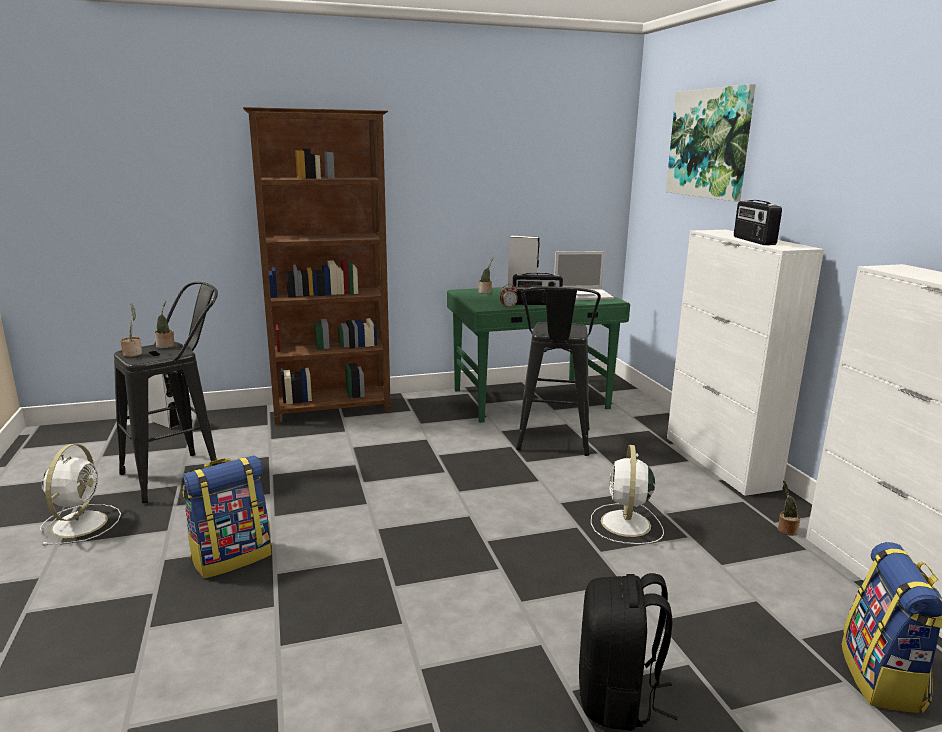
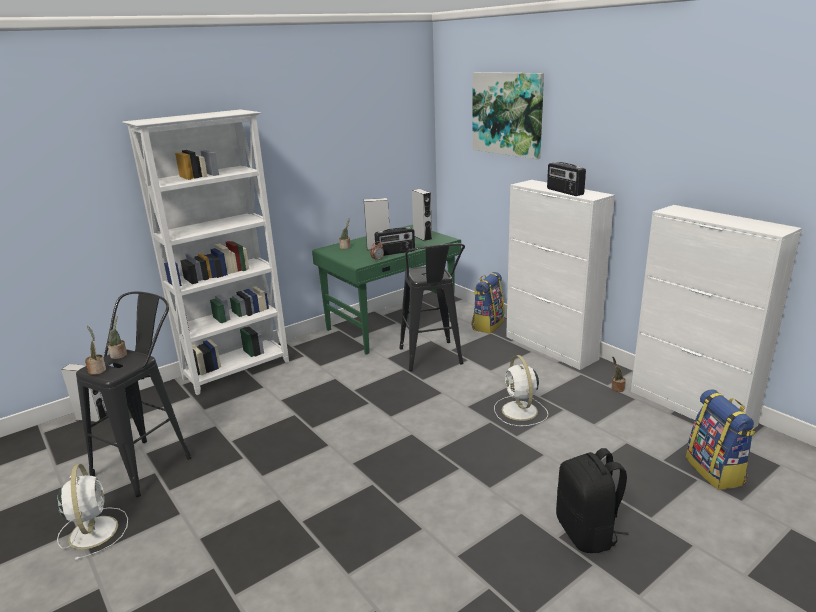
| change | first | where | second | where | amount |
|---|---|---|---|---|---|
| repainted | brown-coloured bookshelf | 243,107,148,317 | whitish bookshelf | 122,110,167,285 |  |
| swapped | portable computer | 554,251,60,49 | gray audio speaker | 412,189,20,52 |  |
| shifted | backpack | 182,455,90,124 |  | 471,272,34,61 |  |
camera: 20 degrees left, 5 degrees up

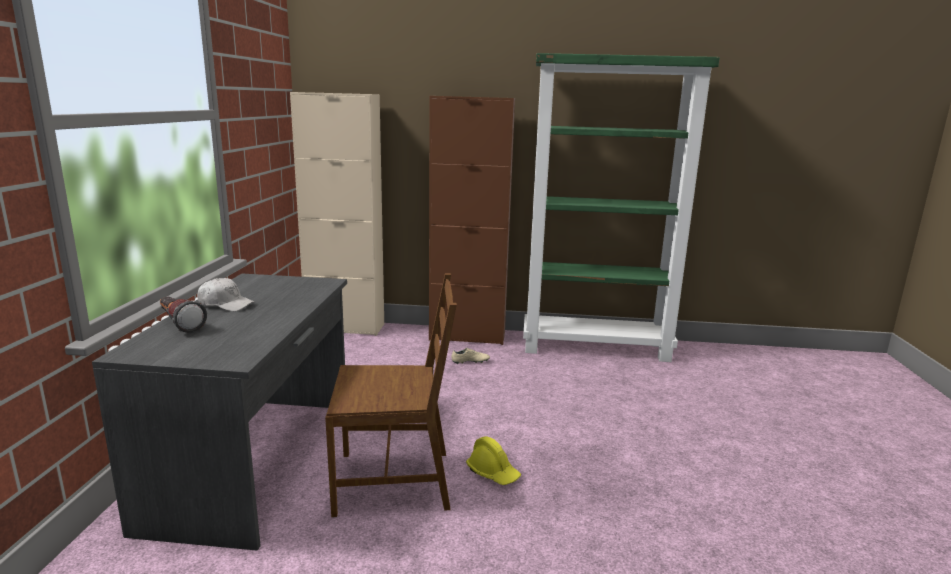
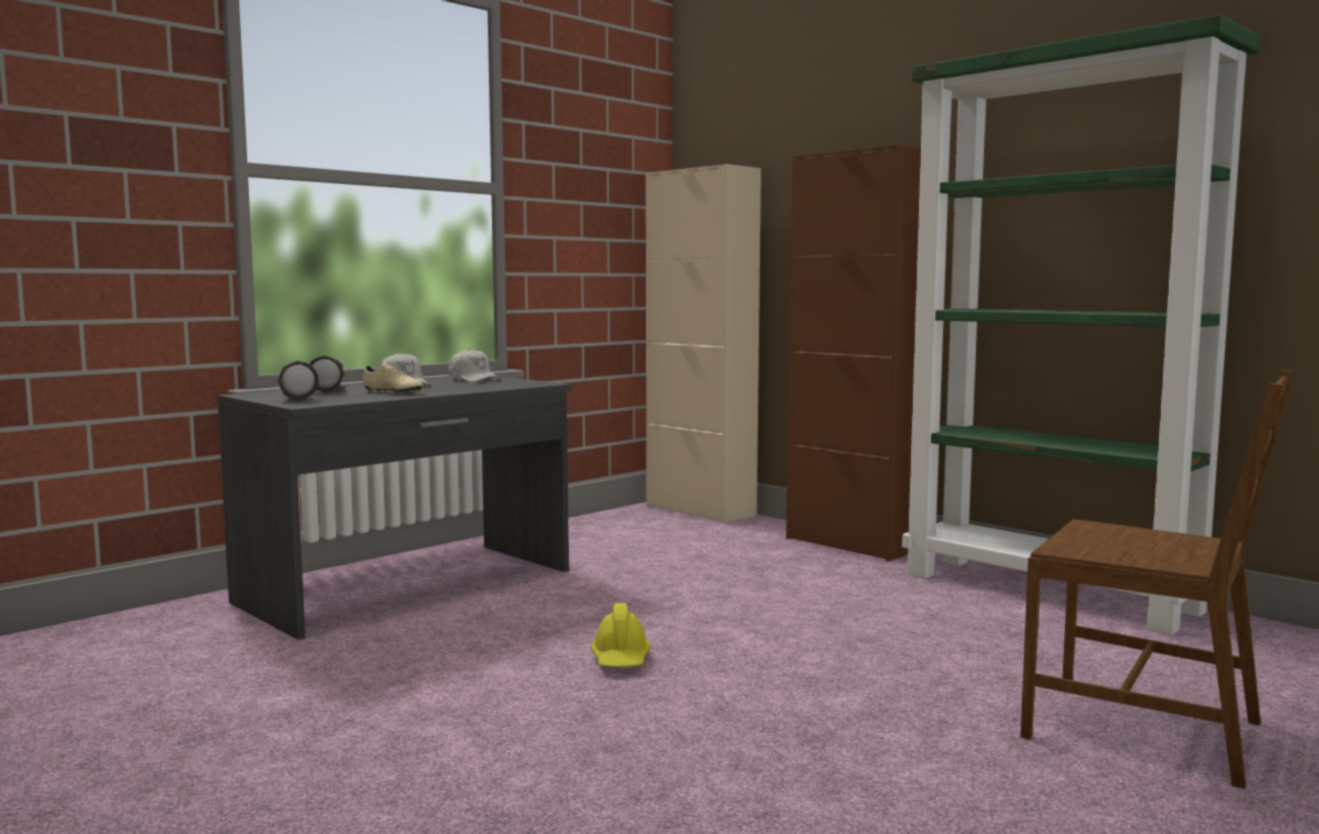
| change | first | where | second | where | amount |
|---|---|---|---|---|---|
| shifted | brown-coloured chair | 325,273,132,244 |  | 1020,370,274,419 |  |
| shifted | sand-coloured shoe | 452,348,38,16 |  | 363,363,60,31 |  |
| new |  |  | whitish peaked cap | 448,349,53,33 |  |
| new |  |  | torch | 277,360,42,40 |  |
camera: 40 degrees right, 10 degrees down

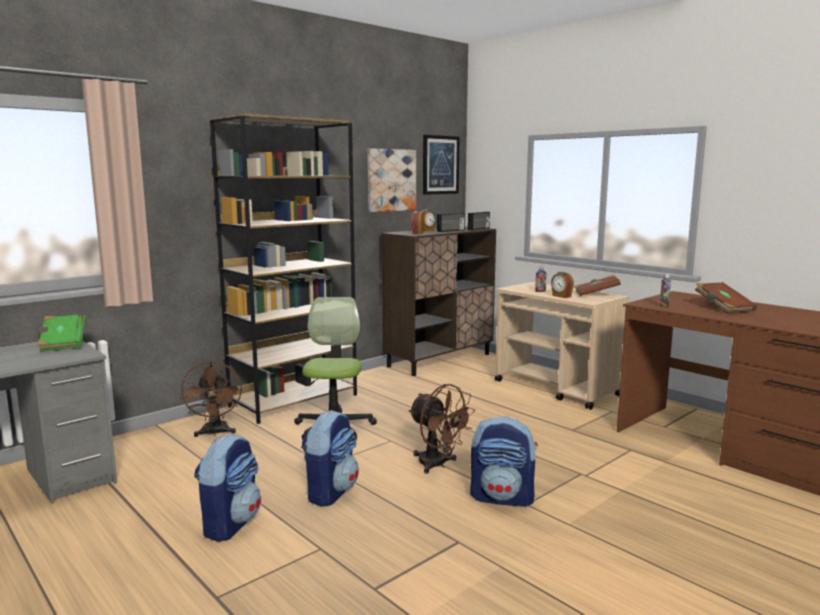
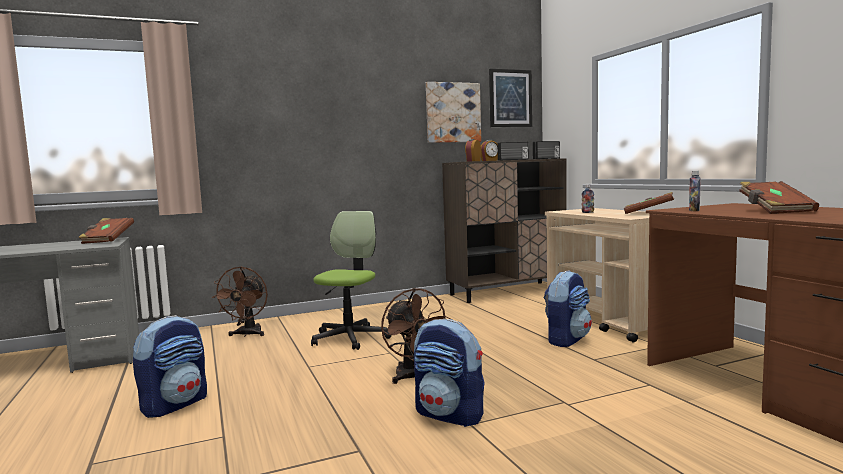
| change | first | where | second | where | amount |
|---|---|---|---|---|---|
| gone | brown-coloured bookshelf | 210,114,147,310 |  |  |  |
| gone | table clock | 551,272,23,26 |  |  |  |
| repainted | green volume | 37,314,48,38 | brown-coloured volume | 78,218,56,26 |  |
| shifted | backpack | 301,410,58,97 |  | 544,270,48,77 |  |
camera: 20 degrees right, 5 degrees down

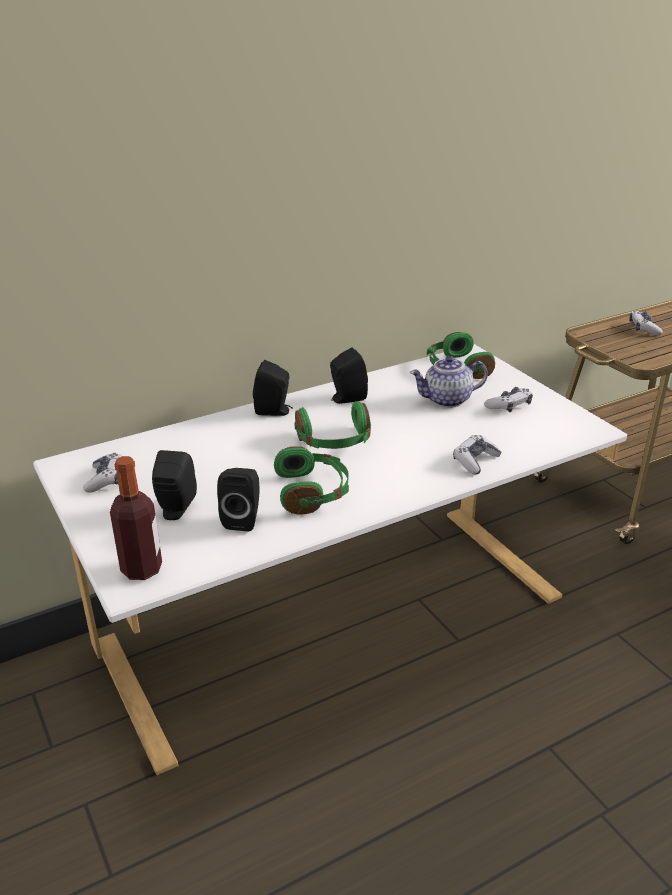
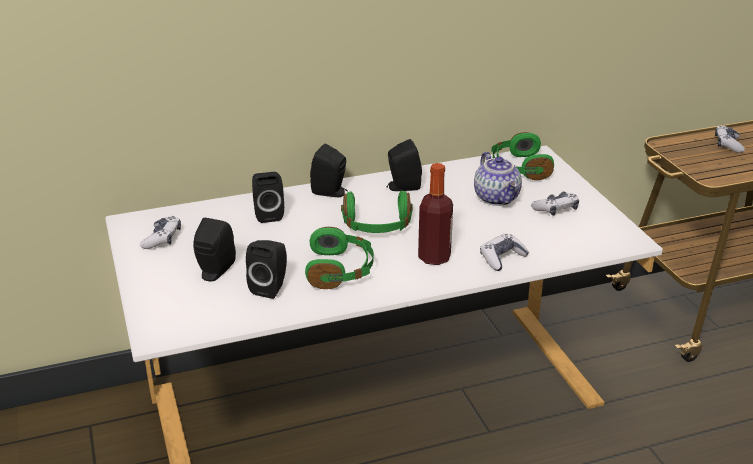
| change | first | where | second | where | amount |
|---|---|---|---|---|---|
| rotated | teapot | 410,356,78,52 |  | 474,152,48,54 | 105 degrees counterclockwise |
| shifted | drink bottle | 110,456,52,124 |  | 418,163,35,102 |  |
| new |  |  | black-coloured audio speaker | 252,172,32,51 |  |
camera: 10 degrees right, 0 degrees up

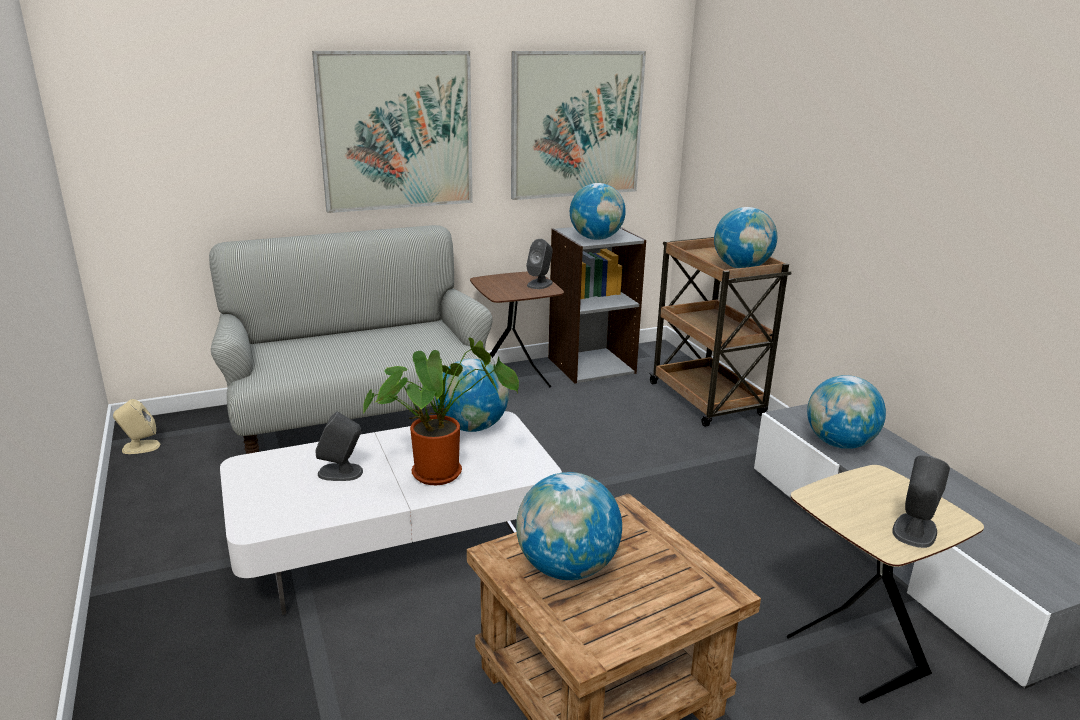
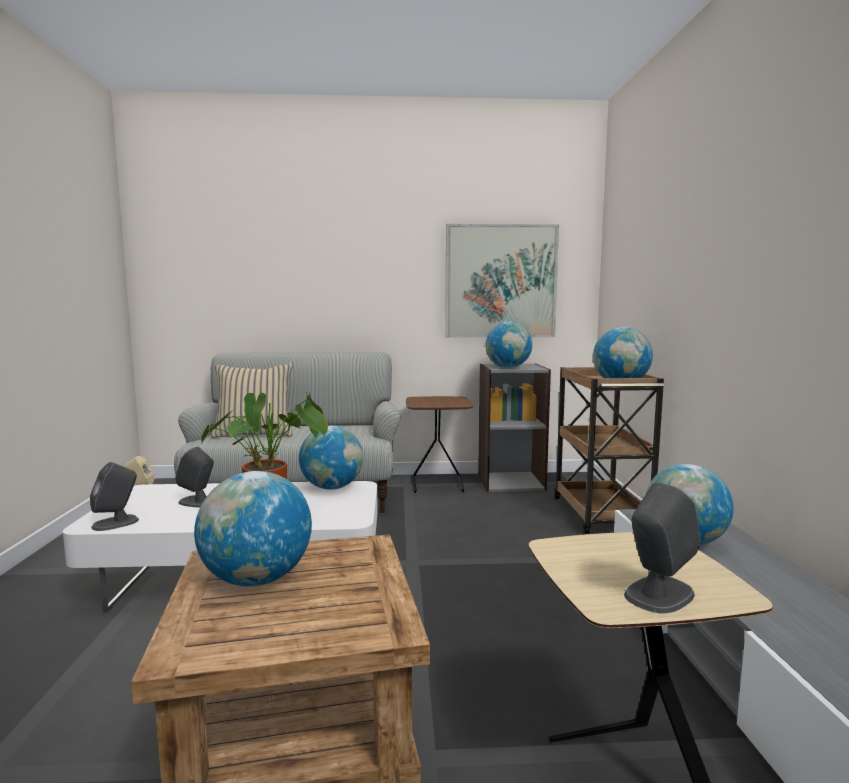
| change | first | where | second | where | amount |
|---|---|---|---|---|---|
| gone | picture | 312,51,161,162 |  |  |  |
| shifted | gray audio speaker | 526,239,27,50 |  | 90,462,49,69 |  |
| new |  |  | sand-coloured throw pillow | 211,363,82,75 |  |
camera: 20 degrees right, 15 degrees down

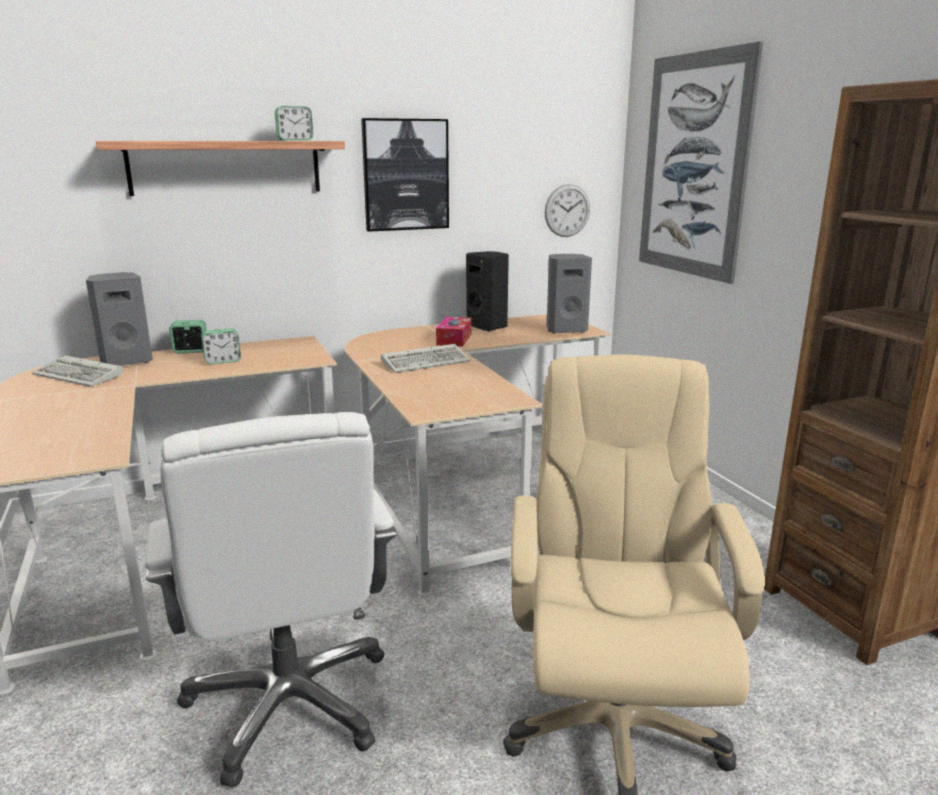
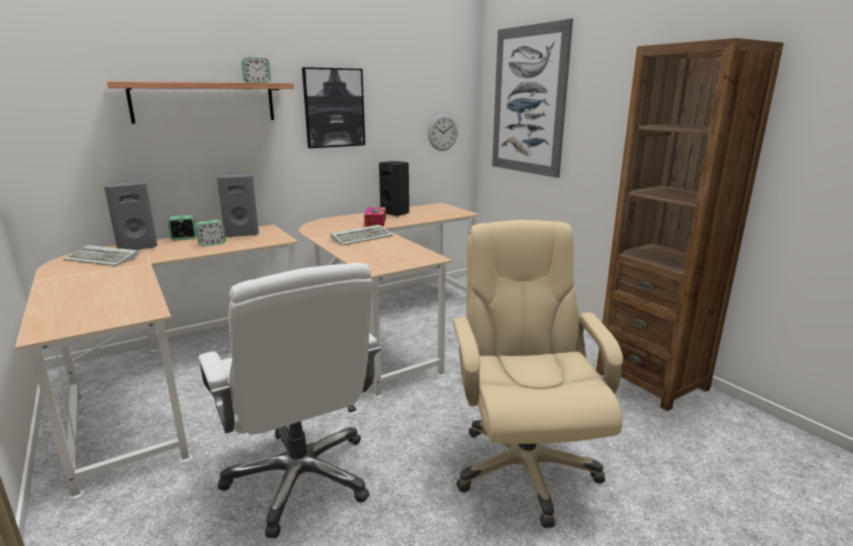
| change | first | where | second | where | amount |
|---|---|---|---|---|---|
| shifted | gray audio speaker | 547,254,45,80 |  | 217,173,42,64 |  |
camera: 10 degrees left, 0 degrees up

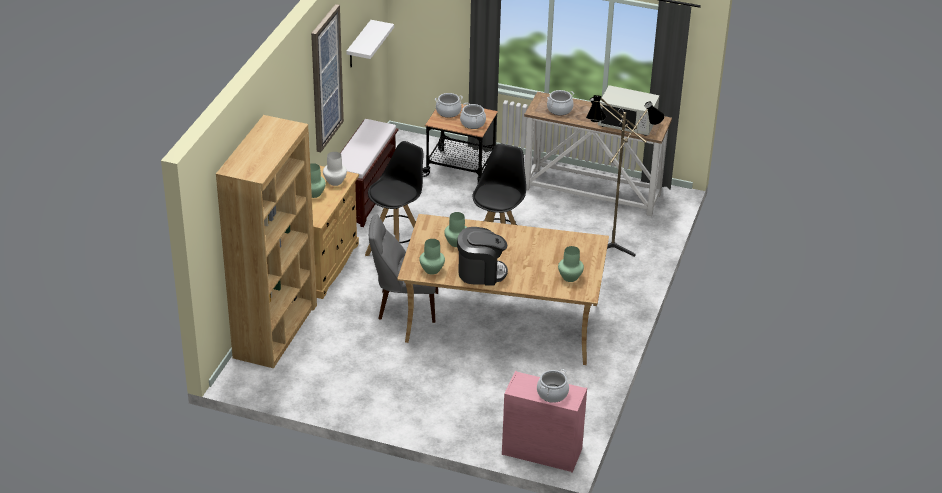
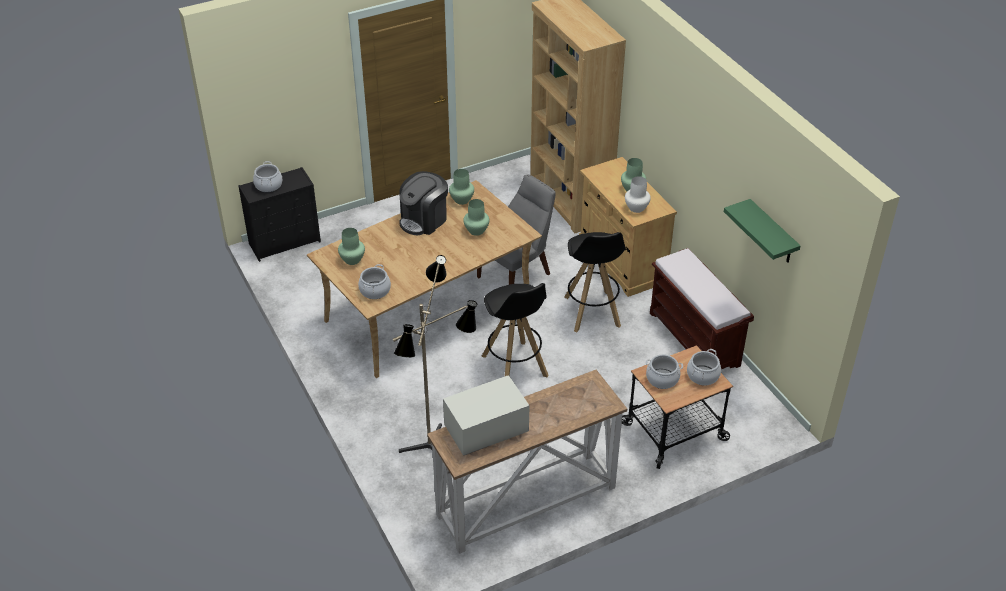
| change | first | where | second | where | amount |
|---|---|---|---|---|---|
| gone | picture | 311,4,33,148 |  |  |  |
| repainted | whitish bracket shelf | 346,20,48,47 | green bracket shelf | 724,199,77,64 |  |
| shifted | stockpot | 547,90,27,25 |  | 358,264,33,35 |  |
| repainted | pink-coloured dresser | 502,371,85,102 | black-coloured dresser | 238,167,83,95 |  |
camera: 135 degrees right, 5 degrees up

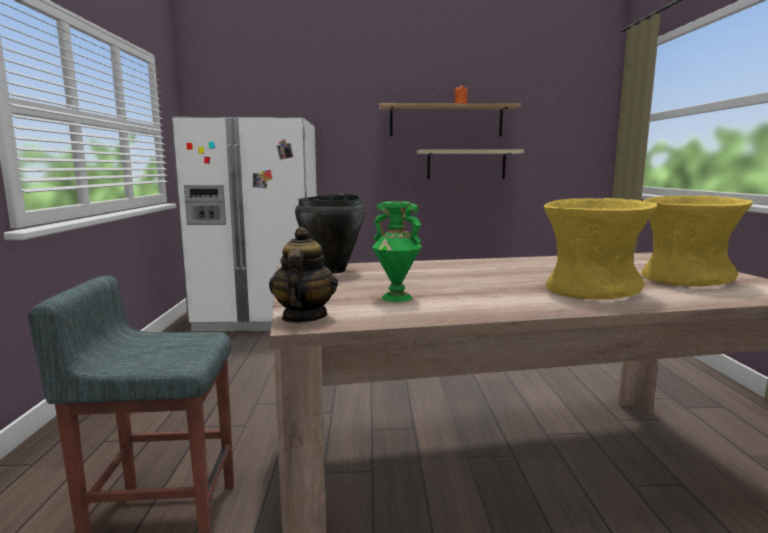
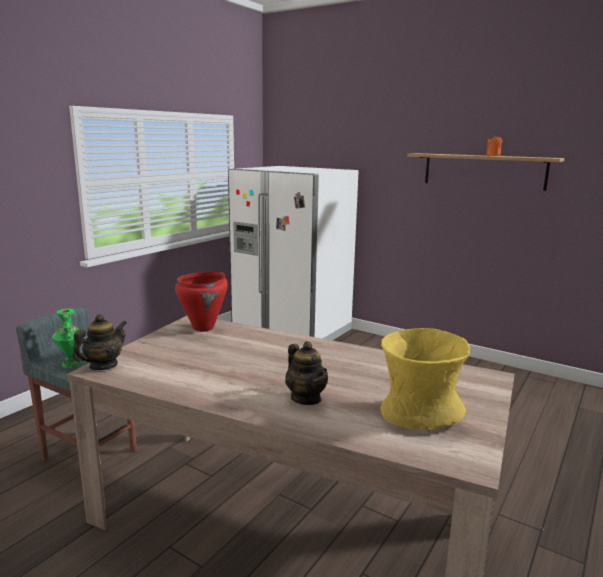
| change | first | where | second | where | amount |
|---|---|---|---|---|---|
| gone | sand-coloured bracket shelf | 417,149,107,30 |  |  |  |
| repainted | black-coloured stockpot | 295,193,70,81 | red stockpot | 175,272,53,60 |  |
| swapped | yellowish vase | 544,198,113,102 | teapot | 285,341,43,64 |  |
| shifted | green vase | 372,201,50,101 |  | 53,308,28,60 |  |
camera: 35 degrees right, 5 degrees up

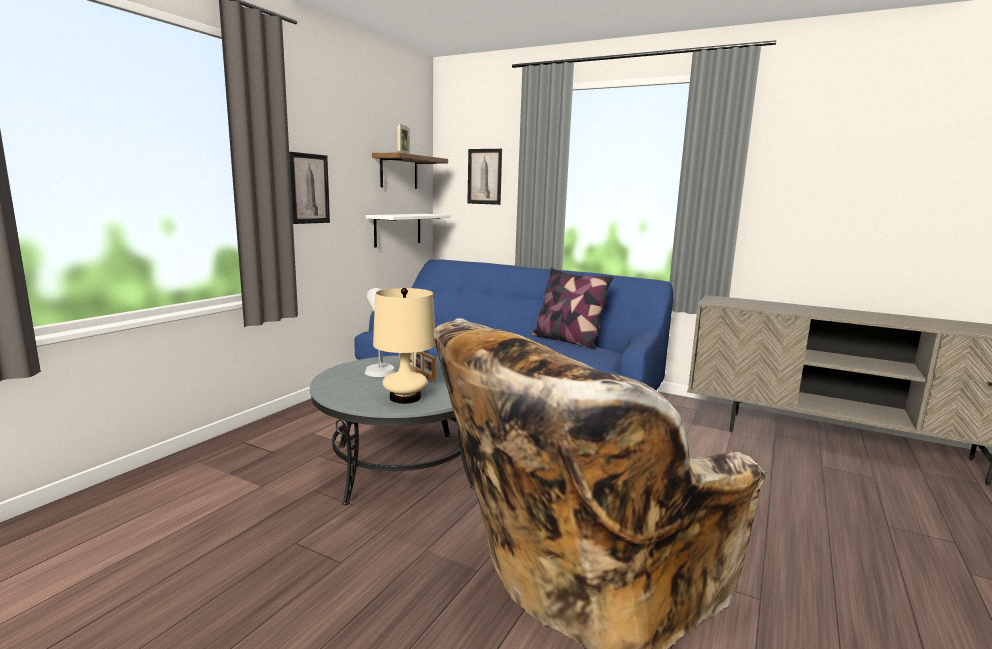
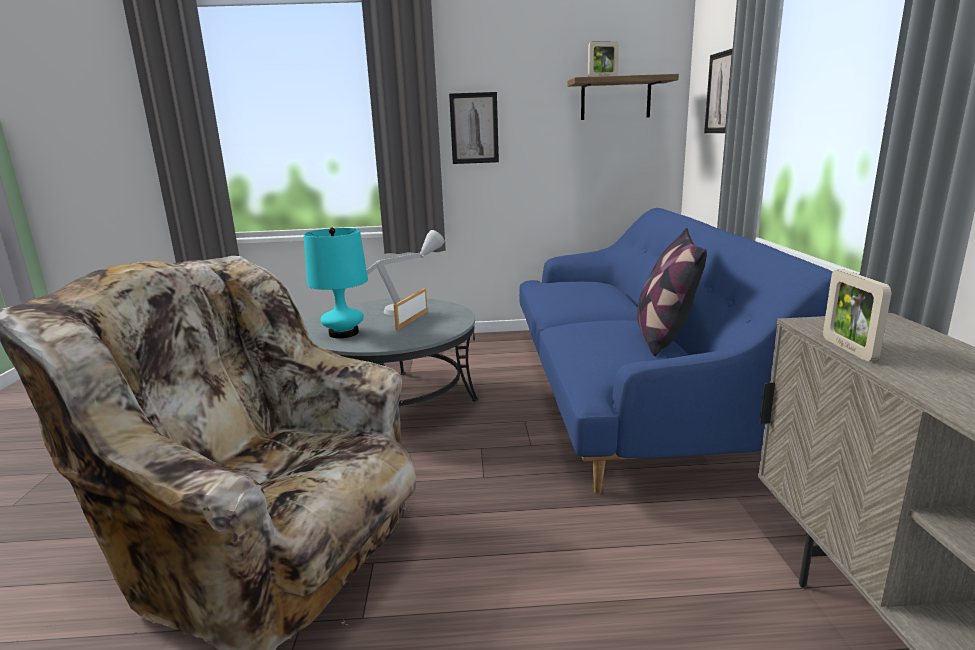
| change | first | where | second | where | amount |
|---|---|---|---|---|---|
| gone | whitish bracket shelf | 366,214,85,33 |  |  |  |
| repainted | sand-coloured table lamp | 373,288,63,116 | turquoise-coloured table lamp | 304,228,64,110 |  |
| new |  |  | picture frame | 823,270,69,91 |  |
camera: 60 degrees right, 5 degrees up

